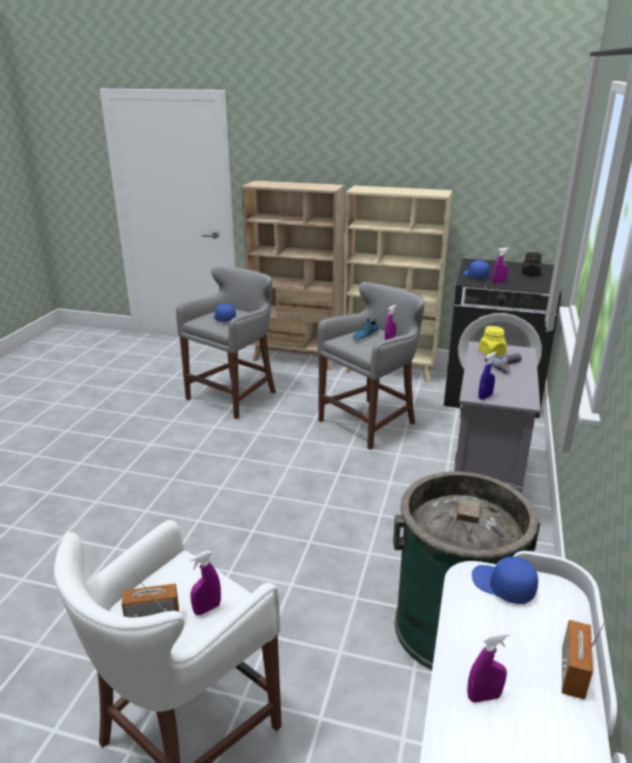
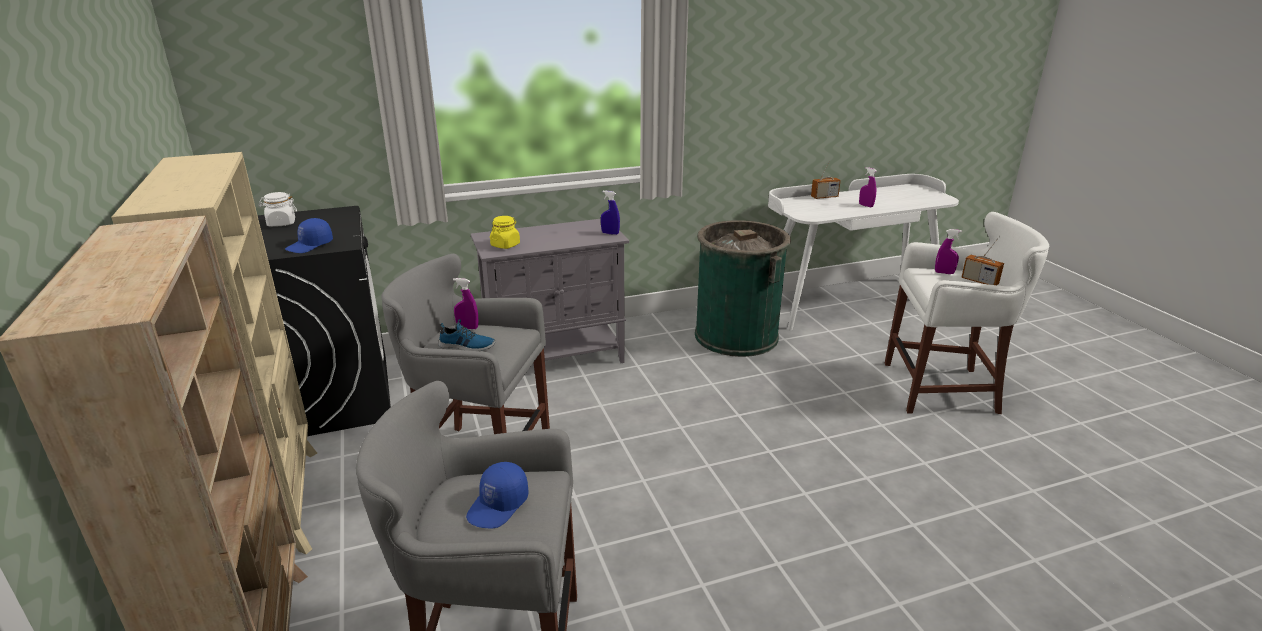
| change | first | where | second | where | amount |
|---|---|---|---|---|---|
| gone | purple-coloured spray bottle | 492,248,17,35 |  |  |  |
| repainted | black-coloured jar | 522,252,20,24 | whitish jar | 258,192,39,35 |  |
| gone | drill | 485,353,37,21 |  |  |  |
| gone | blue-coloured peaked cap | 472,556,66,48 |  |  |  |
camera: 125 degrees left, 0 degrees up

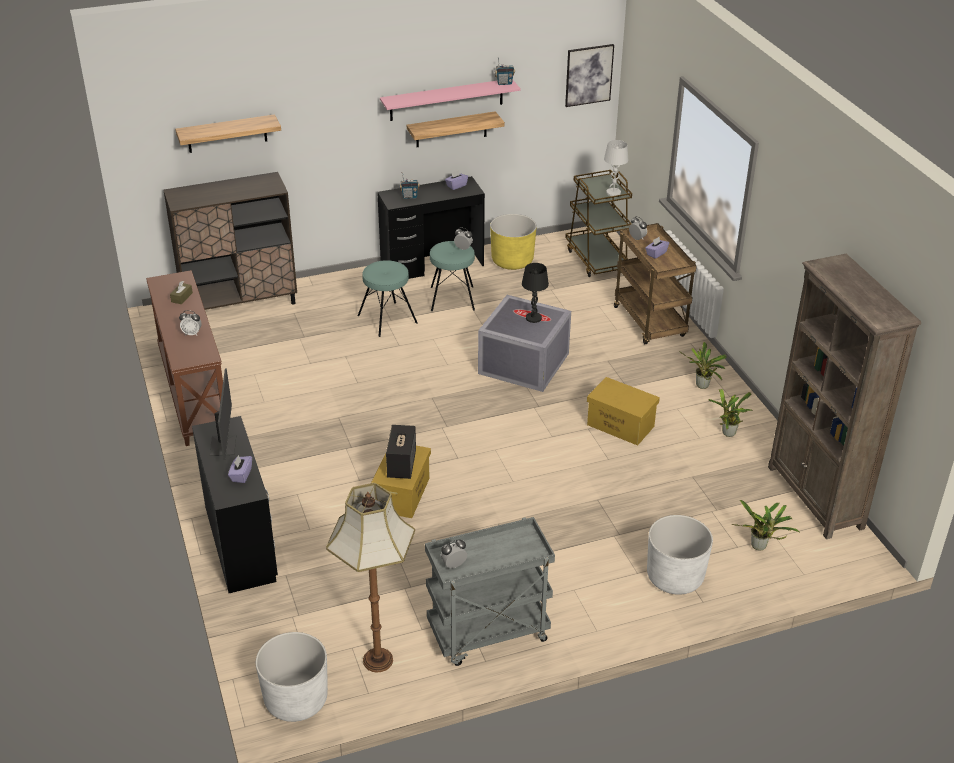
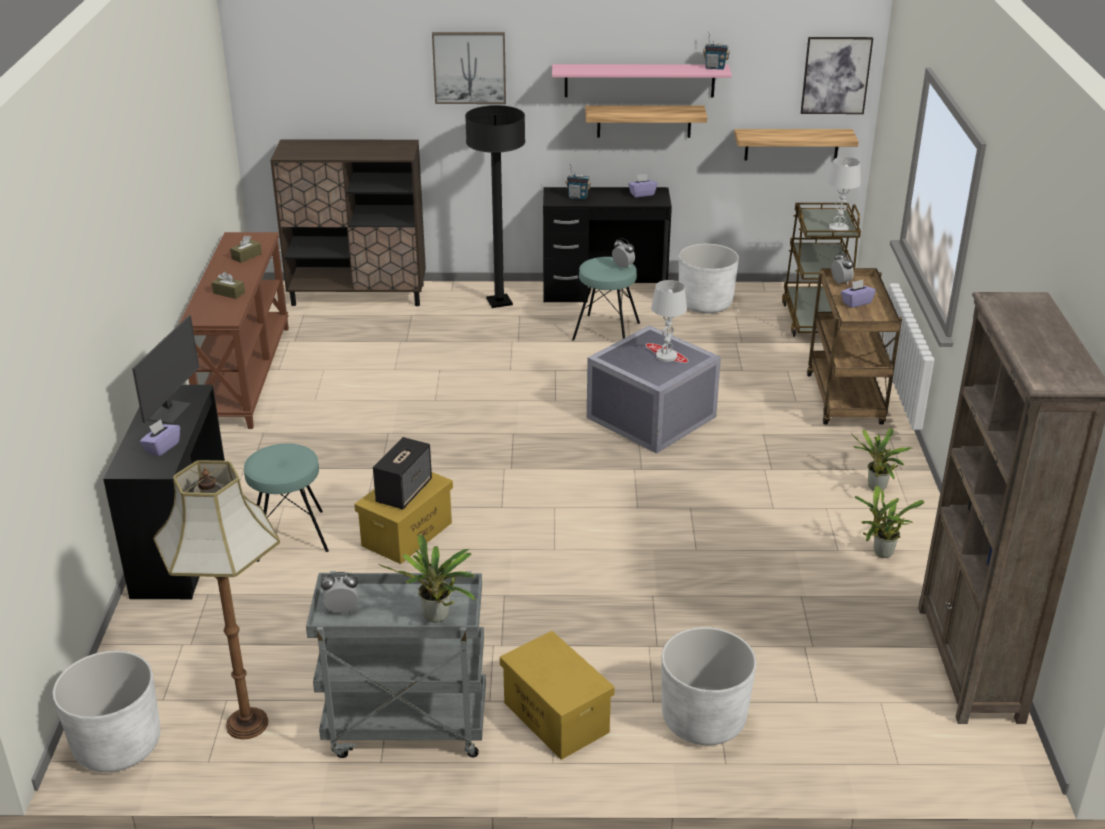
| change | first | where | second | where | amount |
|---|---|---|---|---|---|
| shifted | bracket shelf | 175,114,106,39 |  | 734,129,125,31 |  |
| repainted | yellowish plant pot | 490,214,47,56 | whitish plant pot | 679,243,60,70 |  |
| shifted | turquoise-coloured stool | 358,260,60,77 |  | 244,443,85,119 |  |
| repainted | black-coloured table lamp | 522,263,27,60 | whitish table lamp | 651,280,36,82 |  |
| swapped | table clock | 179,310,23,26 | brown-coloured tissue box | 211,272,34,27 |  |
| shifted | yellowish storage bin | 587,377,73,69 |  | 500,631,115,129 |  |
| shifted | houseplant | 732,500,67,51 |  | 379,534,97,89 |  |
| new |  |  | picture | 432,32,74,72 |  |
| new |  |  | black-coloured floor lamp | 465,105,60,203 |  |
camera: 20 degrees right, 5 degrees down

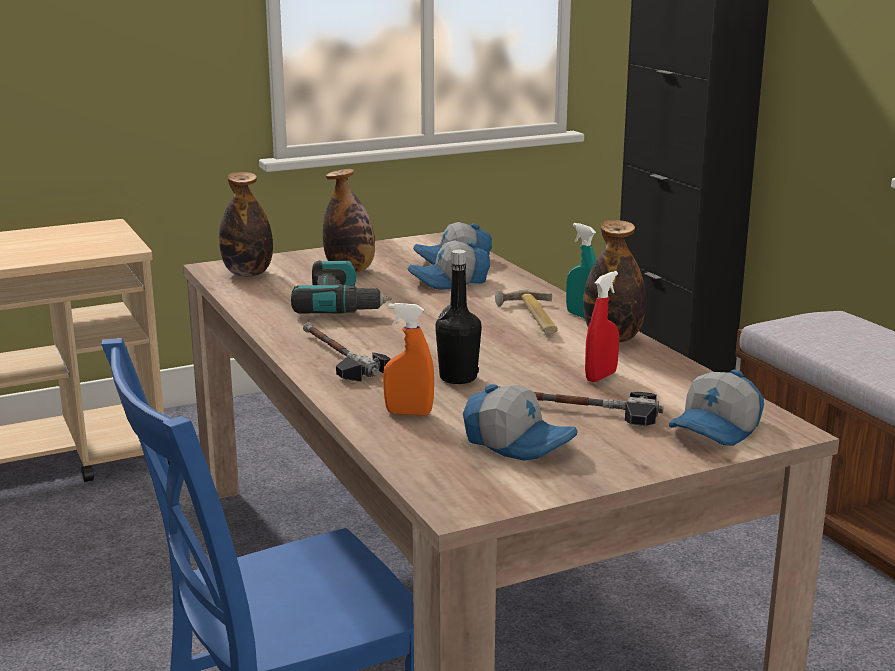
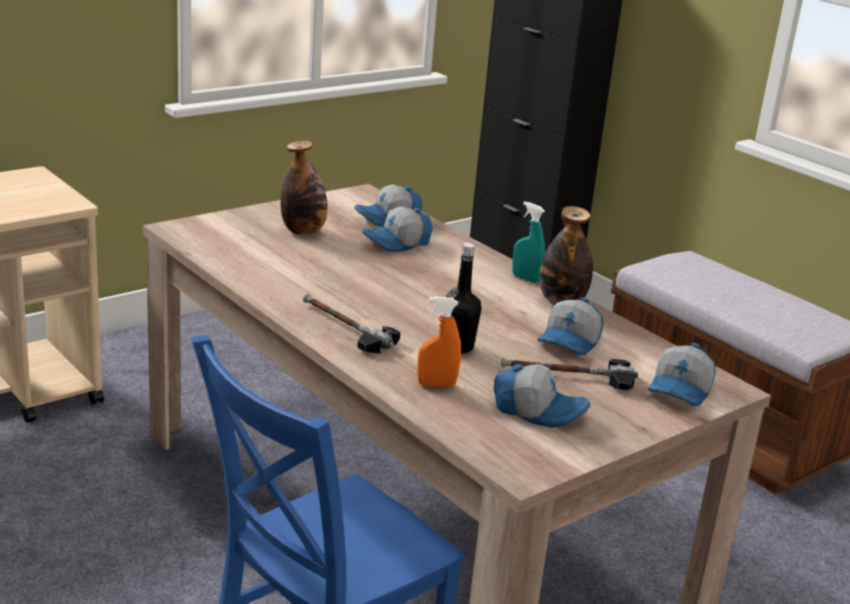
| change | first | where | second | where | amount |
|---|---|---|---|---|---|
| gone | drink bottle | 219,172,54,105 |  |  |  |
| gone | drill | 291,260,100,54 |  |  |  |
| swapped | red spray bottle | 585,271,34,111 | peaked cap | 537,297,67,58 |  |
| gone | hand hammer | 495,289,63,45 |  |  |  |
camera: 15 degrees left, 5 degrees up

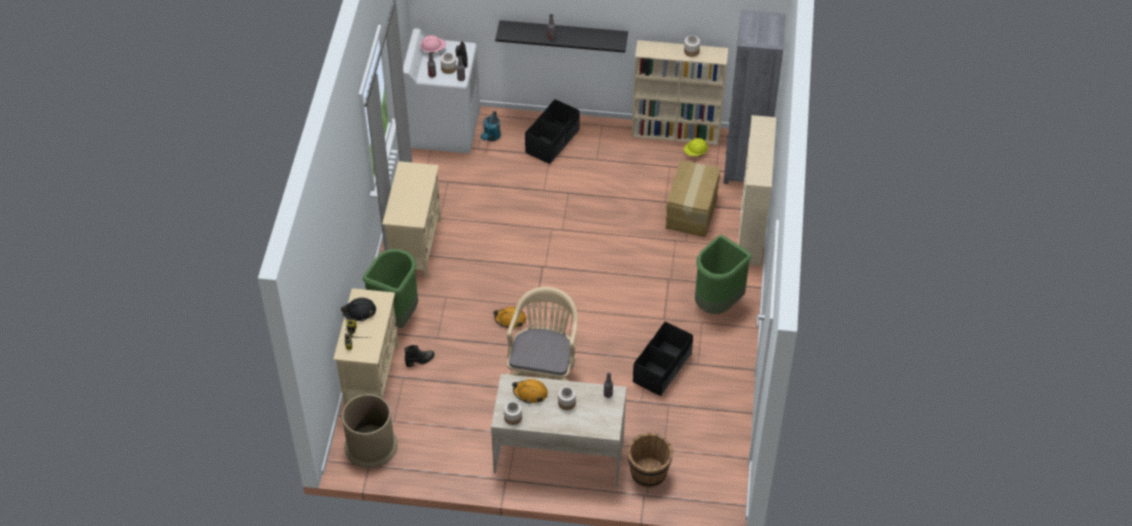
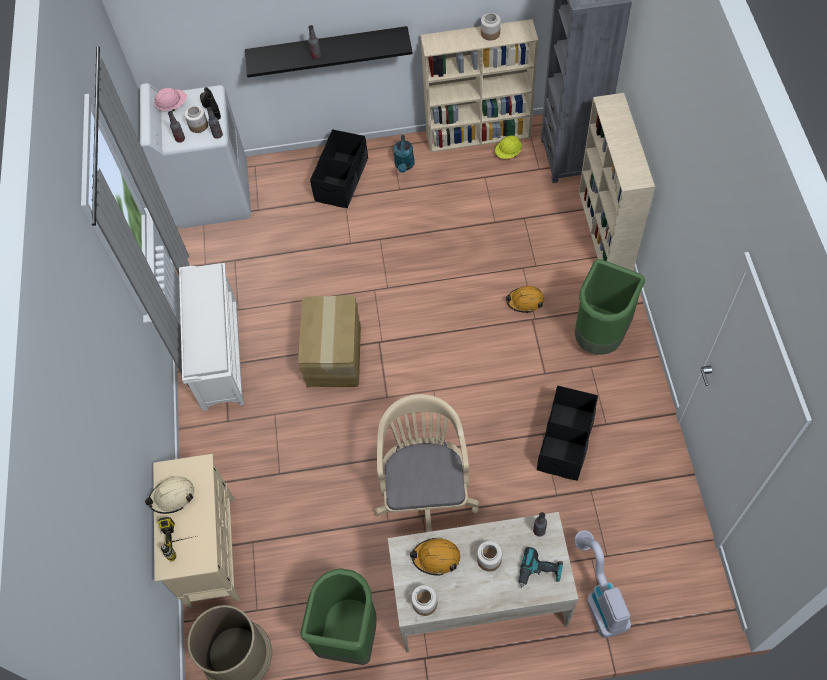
| change | first | where | second | where | amount |
|---|---|---|---|---|---|
| shifted | turquoise-coloured sprinkling can | 481,111,20,30 |  | 393,135,22,38 |  |
| shifted | packing box | 666,160,54,77 |  | 298,295,63,93 |  |
| swapped | sand-coloured storage cabinet | 382,161,59,118 | whitish shoe shelf | 179,263,65,148 |  |
| shifted | green waste bin | 363,249,55,79 |  | 300,568,77,97 |  |
| repainted | black-coloured safety helmet | 341,298,35,23 | sand-coloured safety helmet | 145,477,49,37 |  |
| shifted | orange-coloured safety helmet | 493,307,33,21 |  | 506,286,38,27 |  |
| gone | black-coloured tall boot | 404,345,31,22 |  |  |  |
| swapped | brown-coloured bucket | 627,433,46,55 | vacuum cleaner | 575,530,56,108 |  |
| new |  |  | drill | 518,547,45,41 |  |
camera: 10 degrees left, 10 degrees up

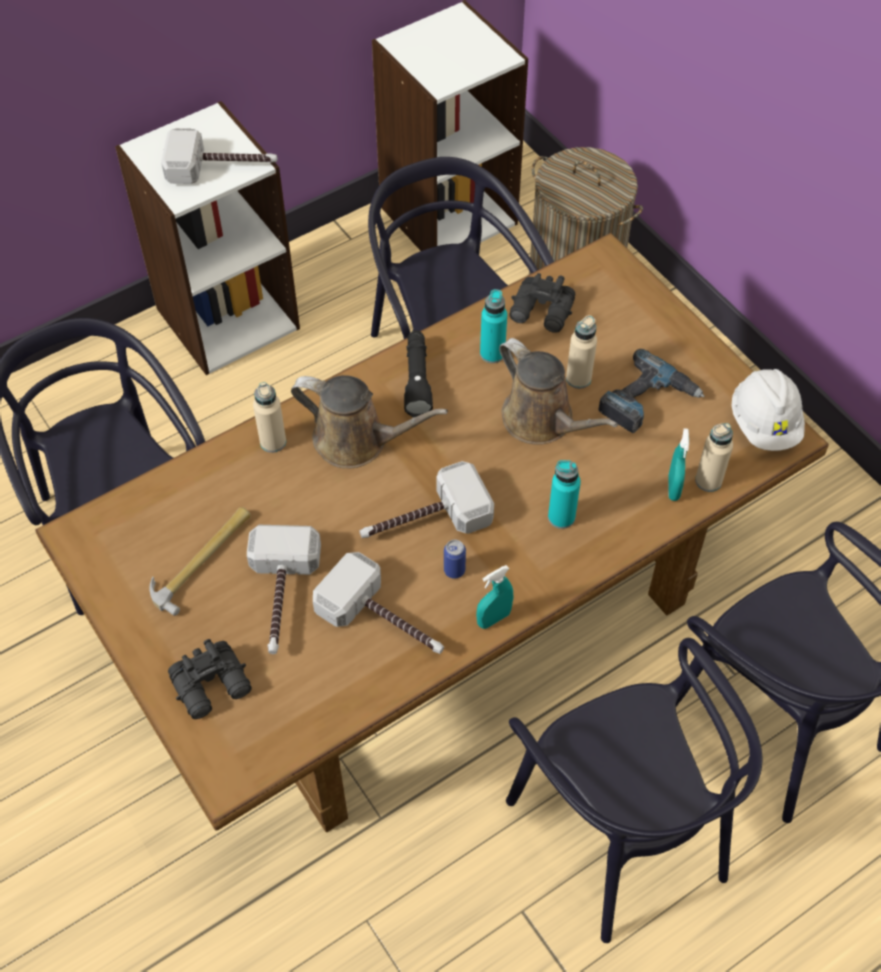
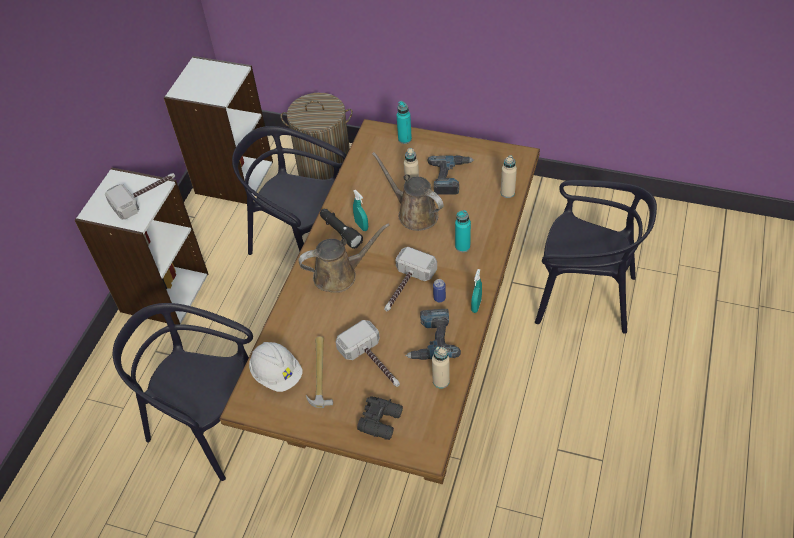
| change | first | where | second | where | amount |
|---|---|---|---|---|---|
| gone | black-coloured field glasses | 509,273,66,60 |  |  |  |
| shifted | turquoise-coloured drink bottle | 480,289,27,74 |  | 397,101,15,43 |  |
| rotated | brown-coloured sprinkling can | 499,338,119,107 |  | 372,152,72,79 | 150 degrees counterclockwise |
| shifted | whitish safety helmet | 732,369,73,82 |  | 249,342,53,50 |  |
| shifted | sand-coloured drink bottle | 253,382,33,71 |  | 432,347,18,42 |  |
| shifted | turquoise-coloured spray bottle | 668,428,21,73 |  | 353,190,15,41 |  |
| swapped | hand hammer | 313,552,131,102 | drill | 405,309,56,51 |  |
| gone | black-coloured chair | 506,638,256,305 |  |  |  |
camera: 35 degrees left, 5 degrees down

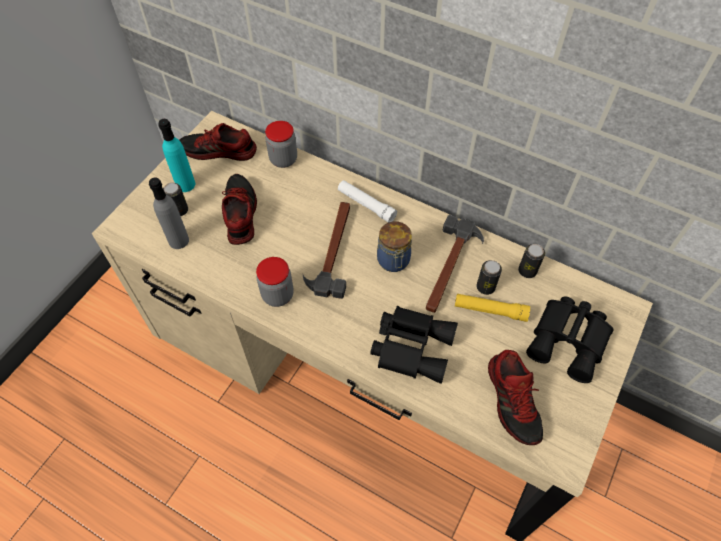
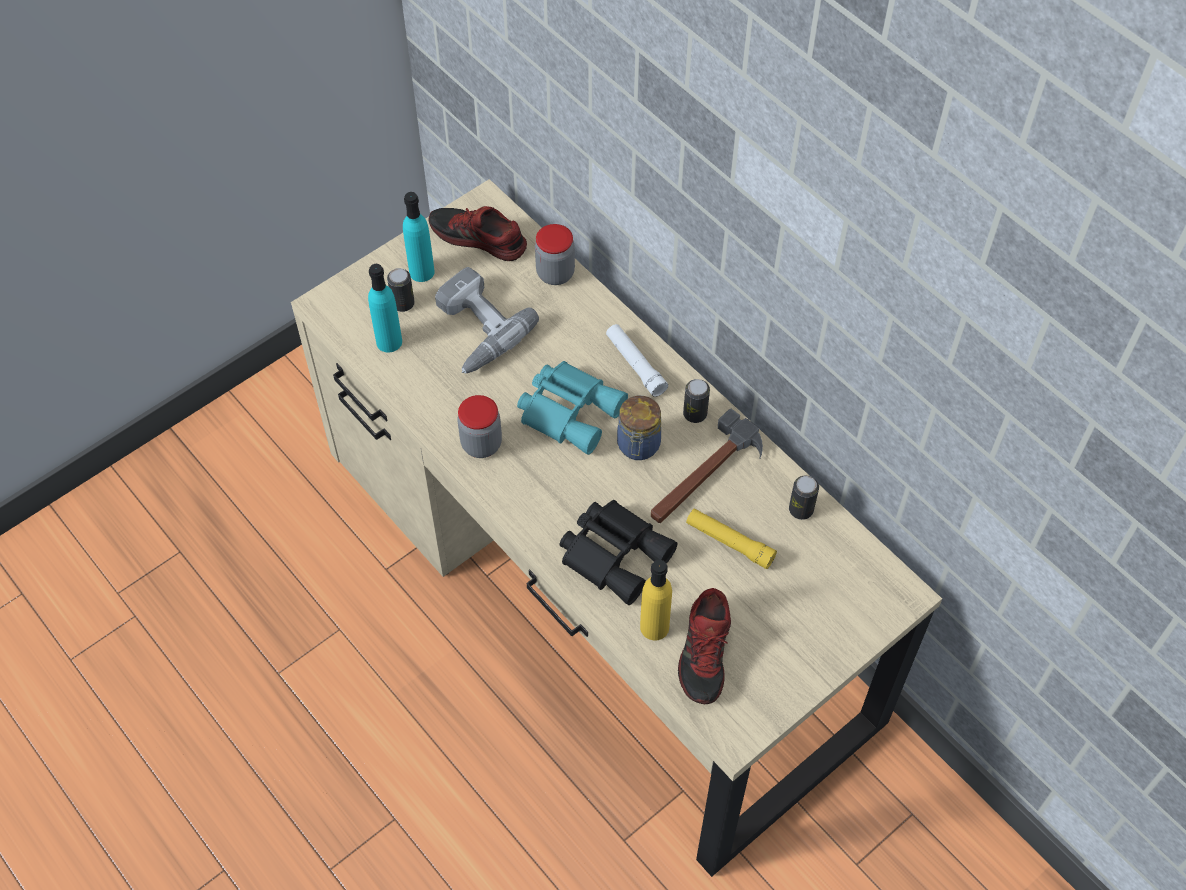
| change | first | where | second | where | amount |
|---|---|---|---|---|---|
| swapped | shoe | 222,174,35,71 | drill | 435,267,104,107 |  |
| repainted | gray drink bottle | 149,177,40,72 | turquoise-coloured drink bottle | 368,264,34,89 |  |
| swapped | hand hammer | 303,202,47,97 | turquoise-coloured field glasses | 517,361,111,94 |  |
| shifted | metal can | 477,260,25,35 |  | 683,379,27,44 |  |
| gone | black-coloured field glasses | 526,296,88,87 |  |  |  |
| new |  |  | yellowish drink bottle | 640,560,32,81 |  |
camera: 20 degrees right, 0 degrees up

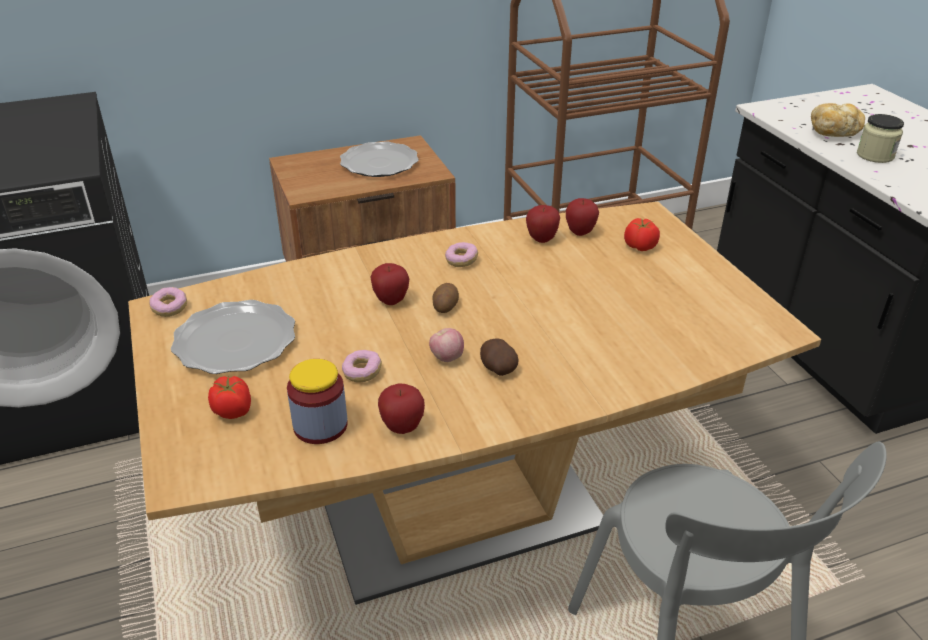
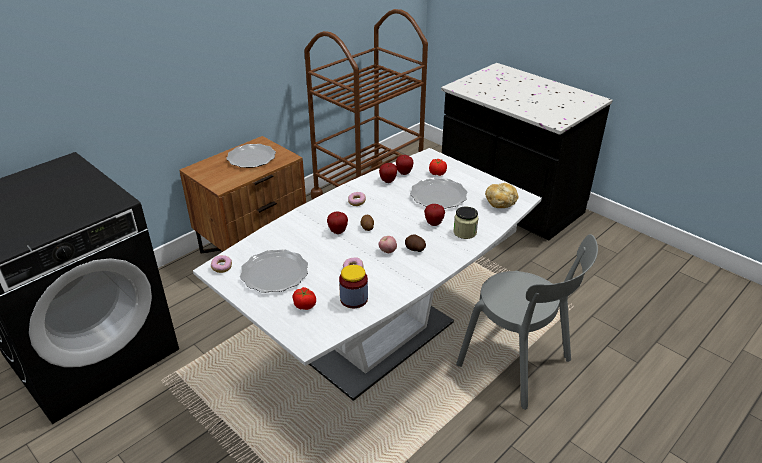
| change | first | where | second | where | amount |
|---|---|---|---|---|---|
| shifted | baked bread | 811,103,54,34 |  | 485,183,33,25 |  |
| shifted | jar | 857,114,47,49 |  | 453,207,26,32 |  |
| repainted | brown-coloured dining table | 128,201,693,404 | whitish dining table | 193,148,349,253 |  |
| shifted | apple fruit | 378,383,47,51 |  | 424,204,21,22 |  |
| new |  |  | flat dish | 410,178,58,31 |  |
camera: 25 degrees left, 0 degrees up

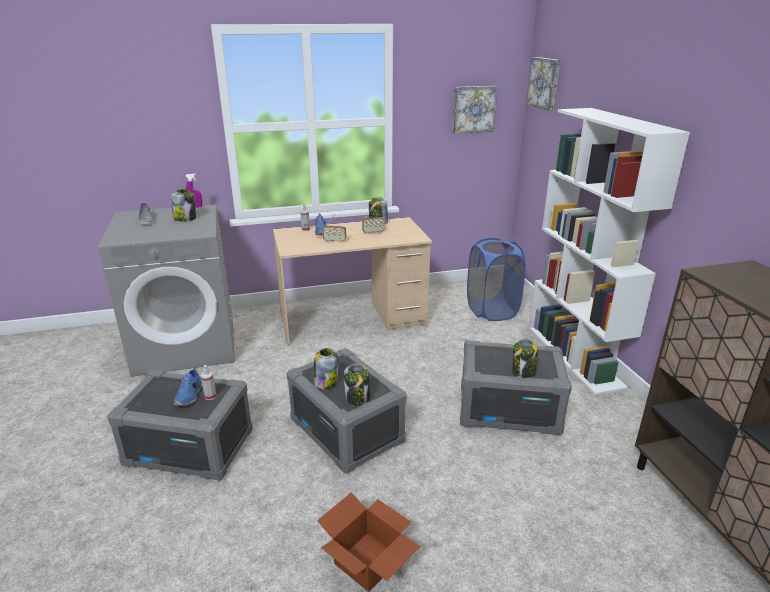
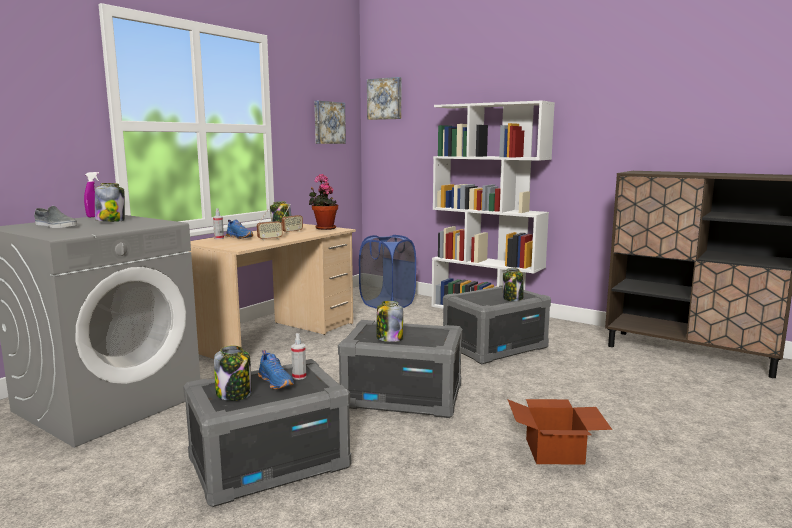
| change | first | where | second | where | amount |
|---|---|---|---|---|---|
| shifted | jar | 344,364,26,42 |  | 214,345,38,56 |  |
| new |  |  | houseplant | 309,174,29,56 |  |
camera: 40 degrees left, 15 degrees down

